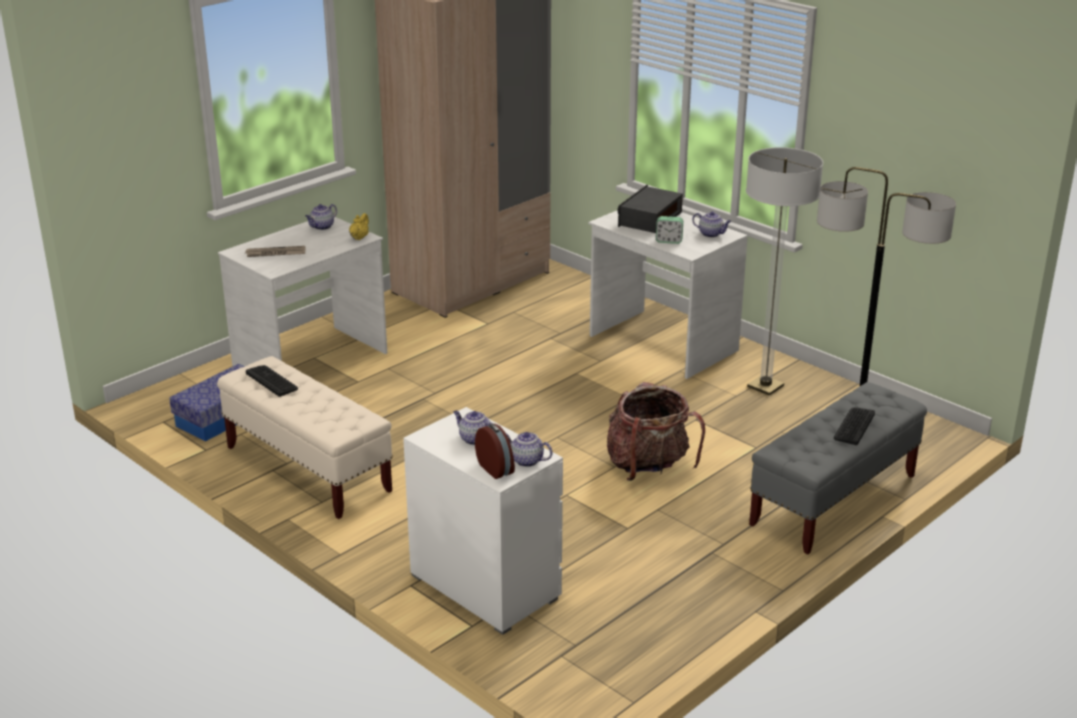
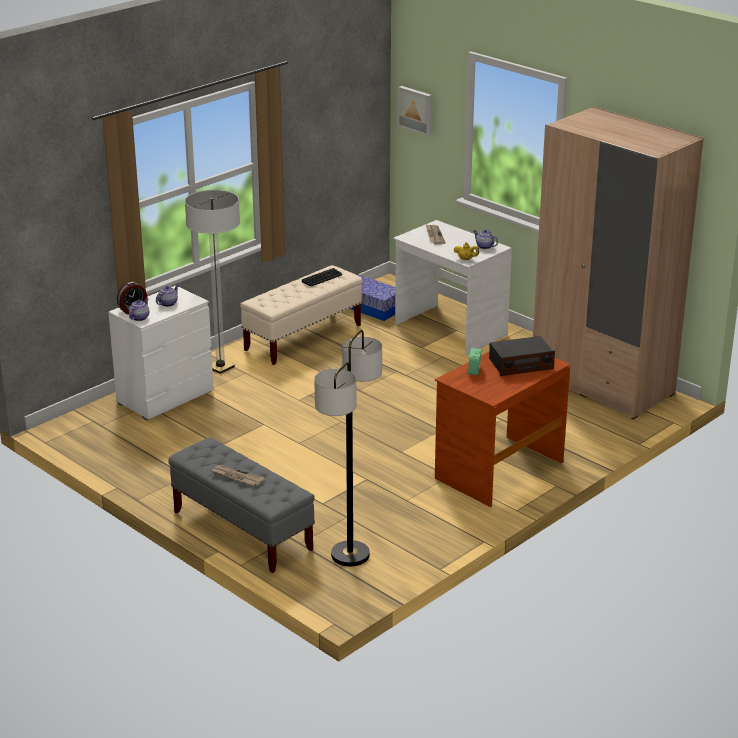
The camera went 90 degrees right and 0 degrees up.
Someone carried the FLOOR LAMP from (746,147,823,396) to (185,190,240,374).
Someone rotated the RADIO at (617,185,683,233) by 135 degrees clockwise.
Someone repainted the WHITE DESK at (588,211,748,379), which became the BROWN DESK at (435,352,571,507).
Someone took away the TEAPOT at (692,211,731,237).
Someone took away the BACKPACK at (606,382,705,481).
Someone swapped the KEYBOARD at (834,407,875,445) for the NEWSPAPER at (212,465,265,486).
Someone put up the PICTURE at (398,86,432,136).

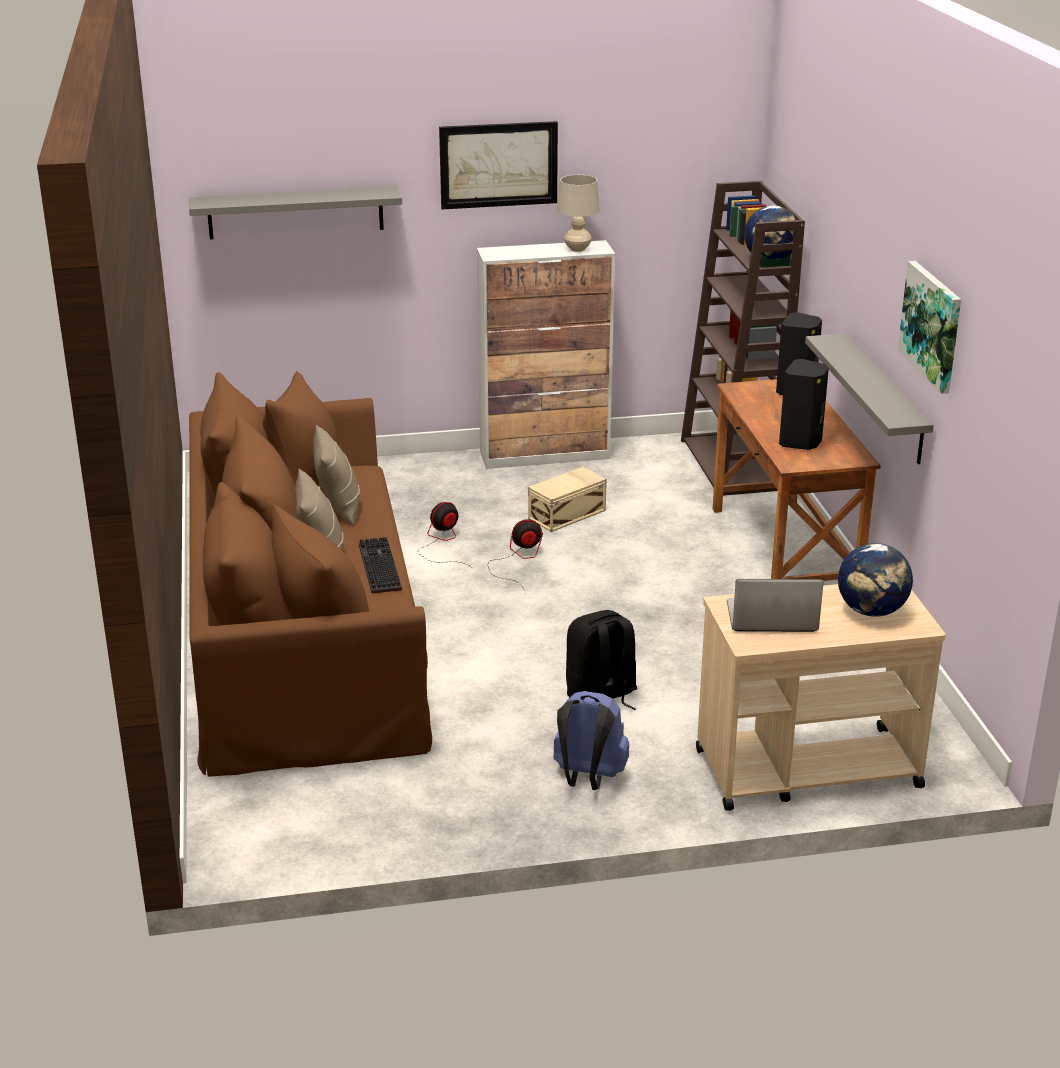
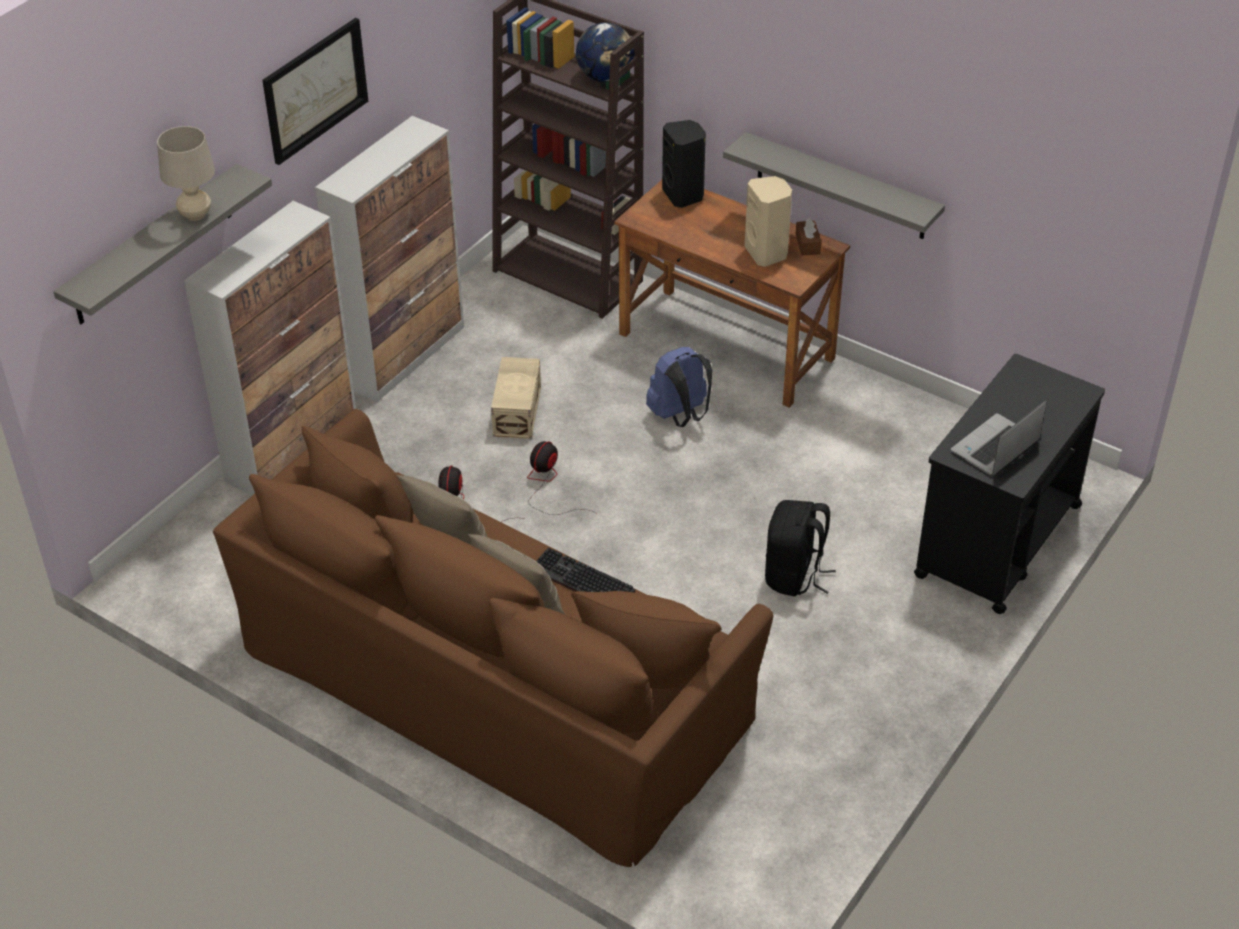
The camera went 45 degrees left and 15 degrees up.
Someone carried the BEIGE TABLE LAMP from (557,175,600,252) to (157,126,215,221).
Someone took away the PICTURE at (898,261,961,394).
Someone repainted the BLACK SPEAKER at (779,359,829,450), which became the BEIGE SPEAKER at (745,176,792,267).
Someone took away the GLOBE at (838,543,913,617).
Someone repainted the BEIGE CART at (696,584,946,811), which became the BLACK CART at (914,354,1105,614).
Someone carried the BLUE BACKPACK from (554,691,629,790) to (646,347,712,427).
Someone put down the CABINET at (184,201,356,496).
Someone put down the BROWN TISSUE BOX at (796,218,821,256).

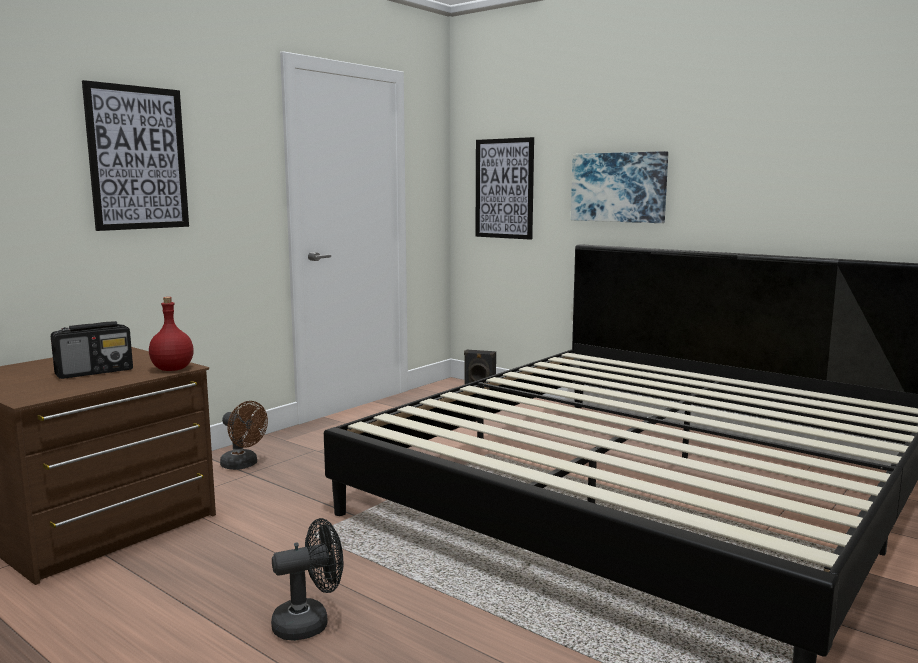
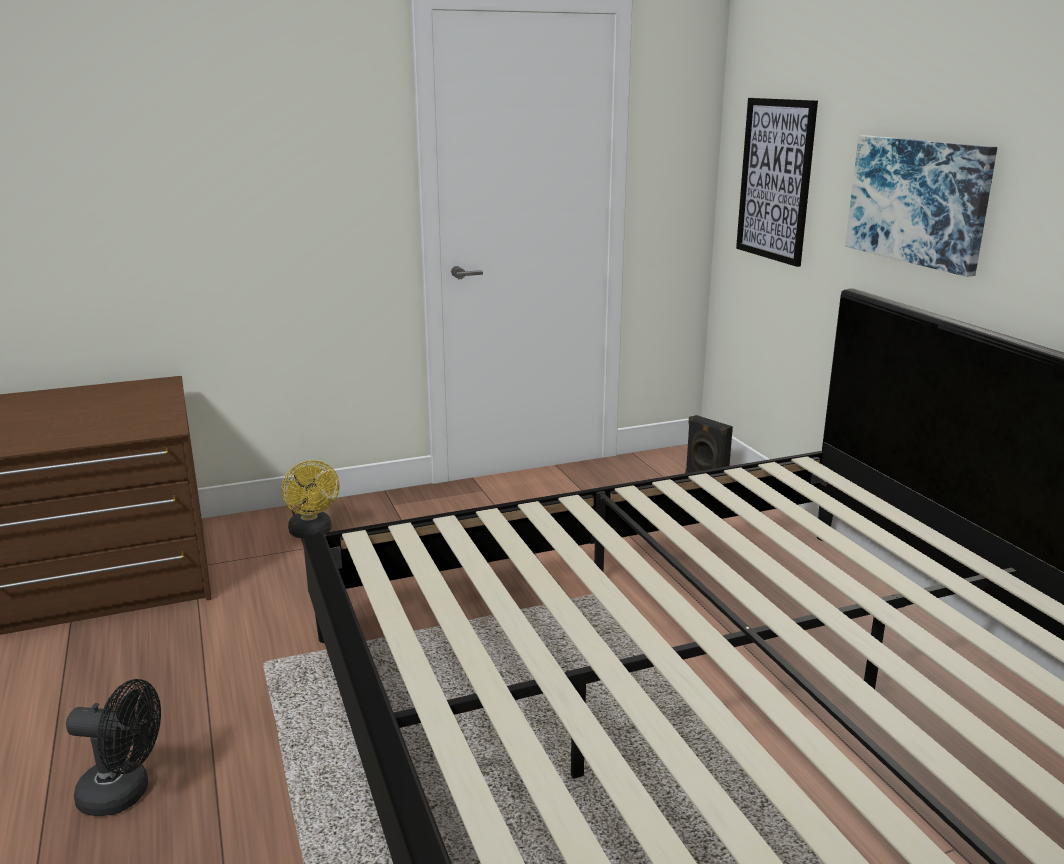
The camera went 30 degrees right and 10 degrees up.
Someone took away the PICTURE at (82,80,189,231).
Someone took away the RED BOTTLE at (149,297,194,371).
Someone took away the RADIO at (51,321,133,379).
Someone repainted the BROWN FAN at (220,401,268,470), which became the YELLOW FAN at (282,460,340,538).

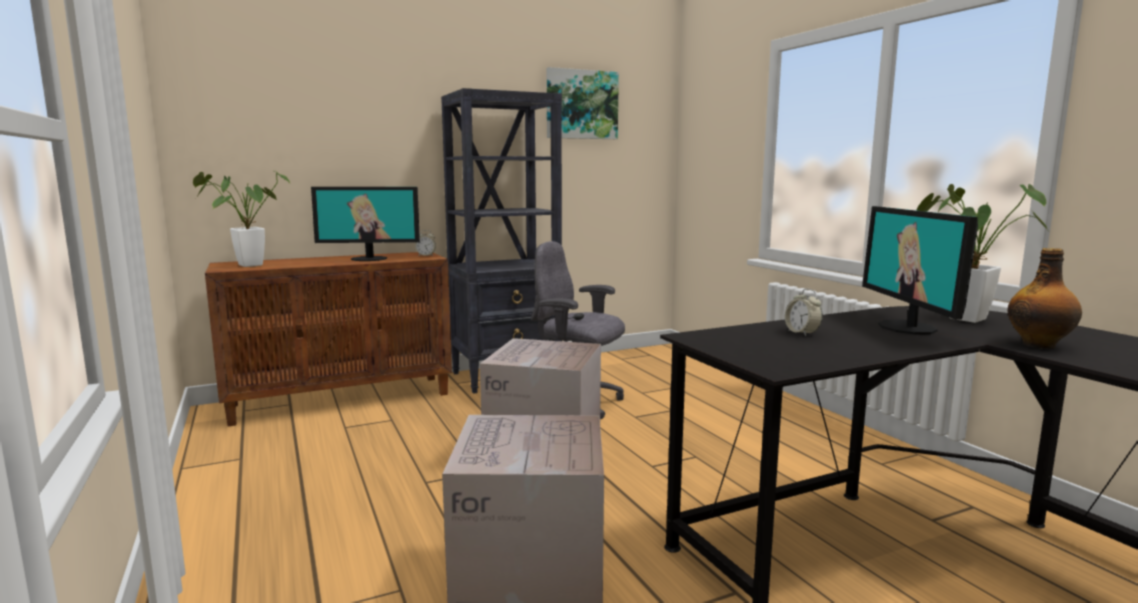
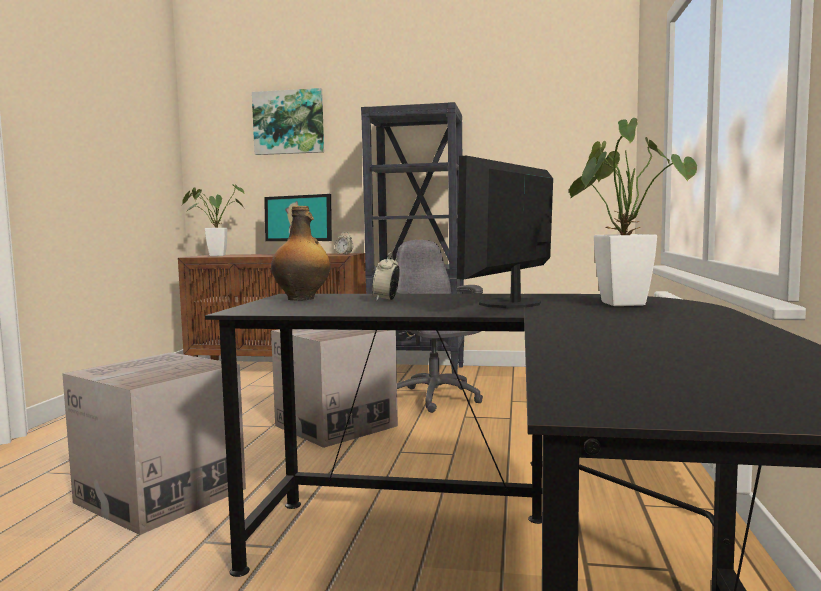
The camera went 35 degrees right and 5 degrees down.
Someone carried the PICTURE from (547,67,619,139) to (252,88,324,155).
Someone carried the BOTTLE from (1007,248,1082,349) to (271,206,331,301).

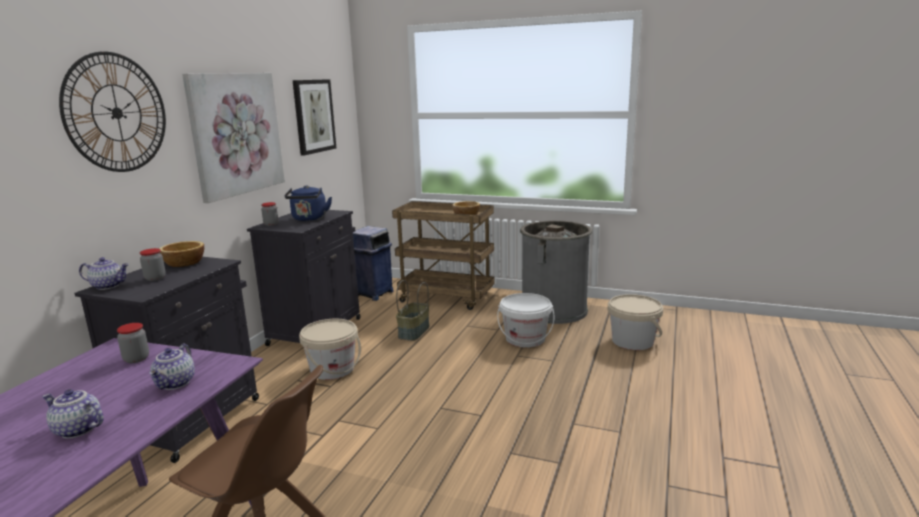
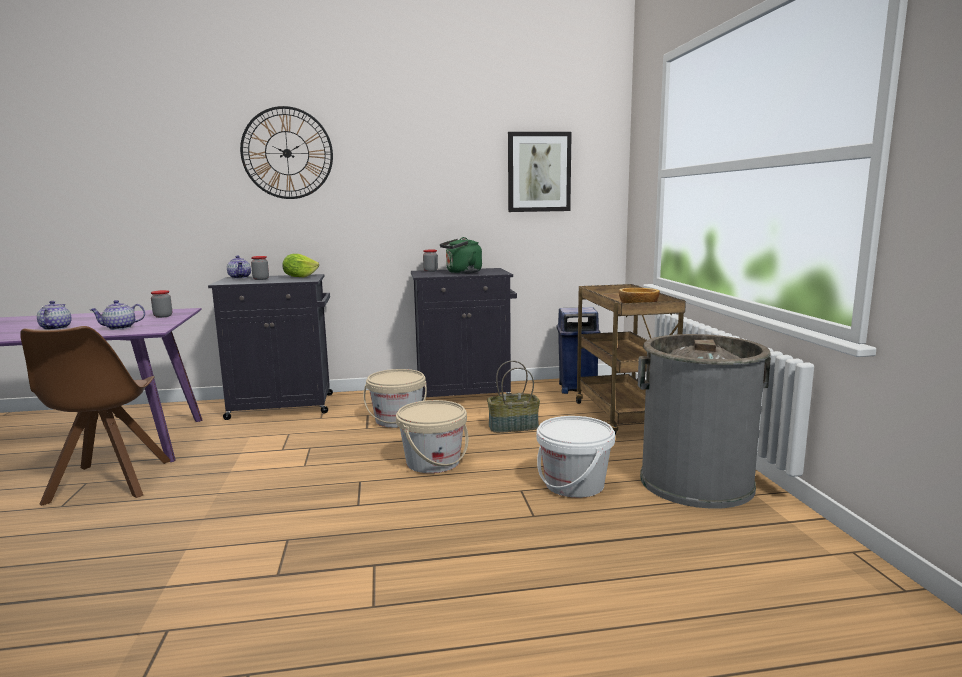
The camera went 60 degrees right and 5 degrees down.
Someone took away the PICTURE at (182,73,285,203).
Someone repainted the BLUE KETTLE at (284,185,332,221), which became the GREEN KETTLE at (440,237,482,274).
Someone swapped the BOWL at (159,241,204,267) for the LETTUCE at (282,254,319,277).
Someone carried the BEIGE BUCKET from (608,294,663,350) to (396,400,468,473).

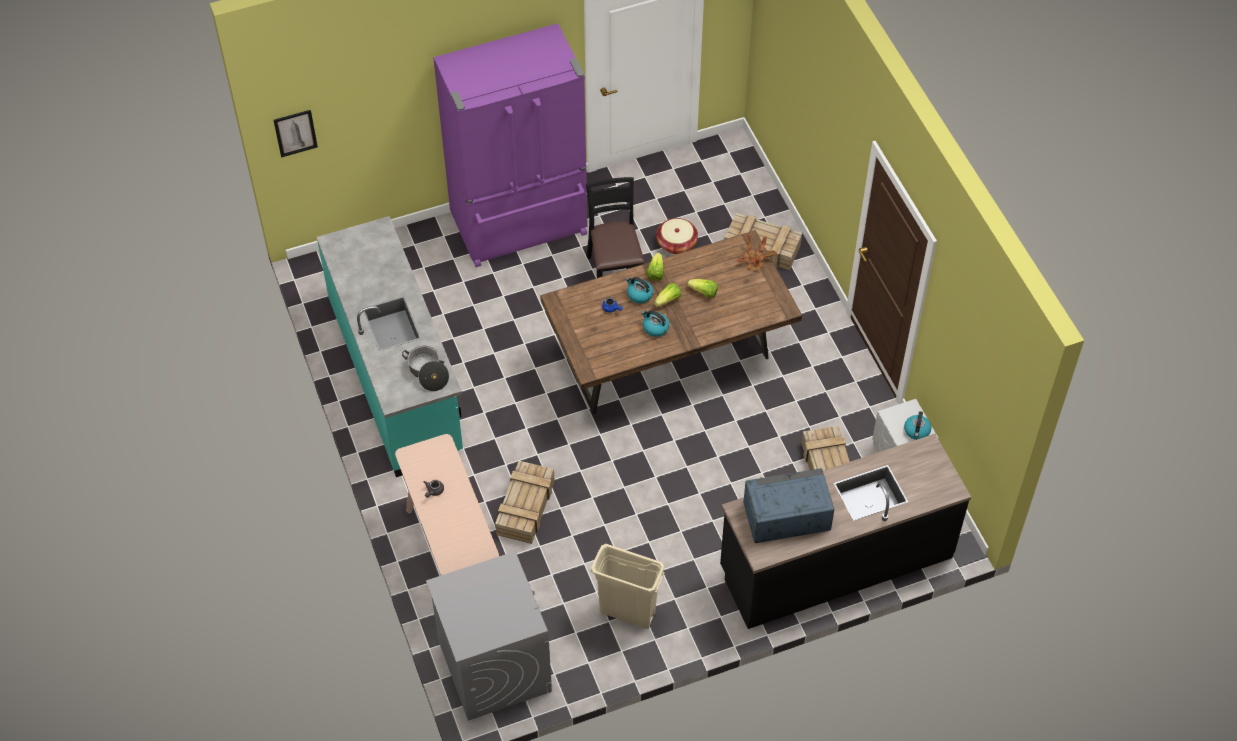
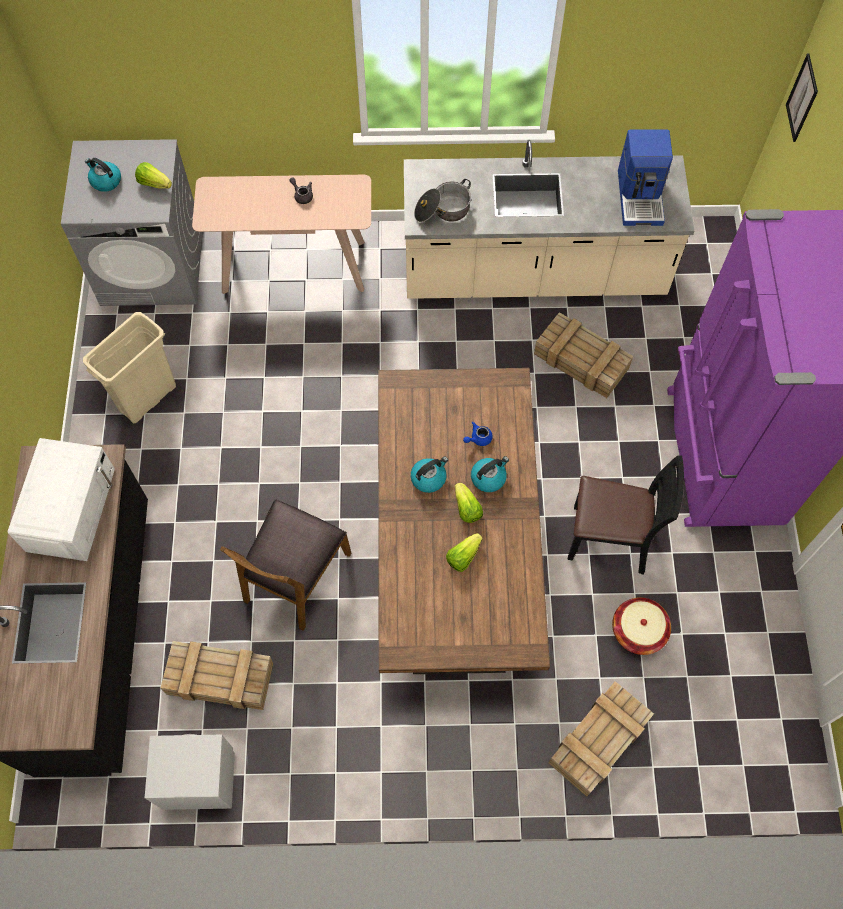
The camera went 110 degrees right and 10 degrees up.
Someone repainted the TURQUOISE COUNTER at (317,216,463,477), which became the BEIGE COUNTER at (404,140,694,299).
Someone took away the POTTED PLANT at (737,234,777,271).
Someone carried the LETTUCE from (647,253,664,281) to (135,162,172,189).
Someone carried the KETTLE from (904,411,931,440) to (85,158,121,192).
Someone carried the CRATE from (495,461,555,544) to (534,312,633,398).
Someone repainted the BLUE MICROWAVE at (743,468,834,543), which became the WHITE MICROWAVE at (7,438,115,561).
Someone put down the COFFEE MACHINE at (618,130,673,226).
Someone put down the BROWN CHAIR at (220,499,351,631).

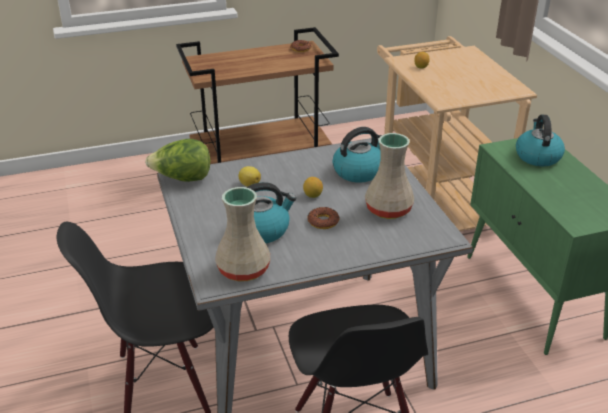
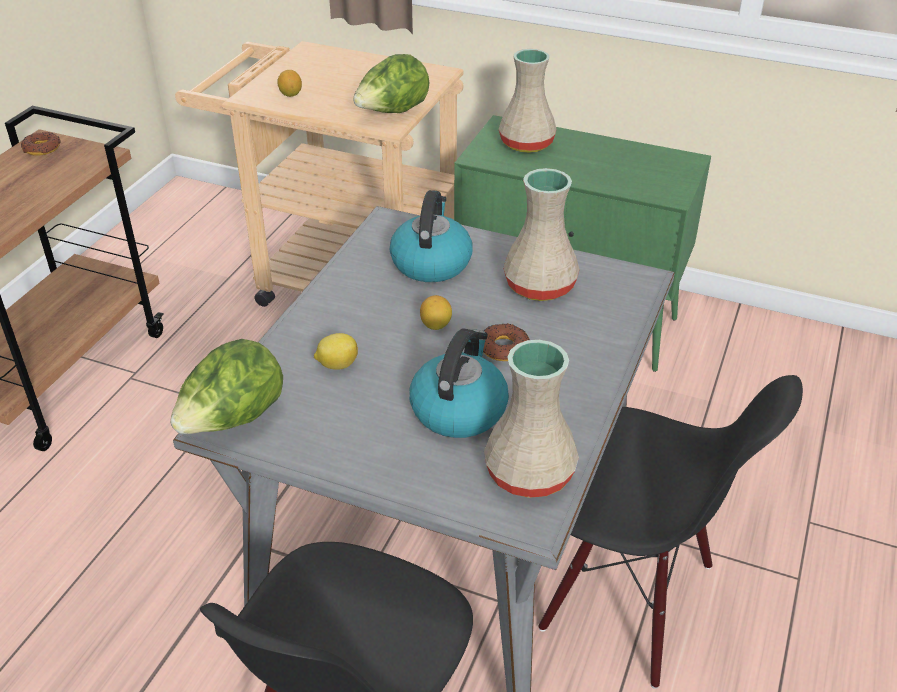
The camera went 50 degrees left and 5 degrees up.
Someone swapped the KETTLE at (516,115,565,166) for the BEIGE VASE at (499,49,556,153).
Someone put down the LETTUCE at (353,54,430,113).

